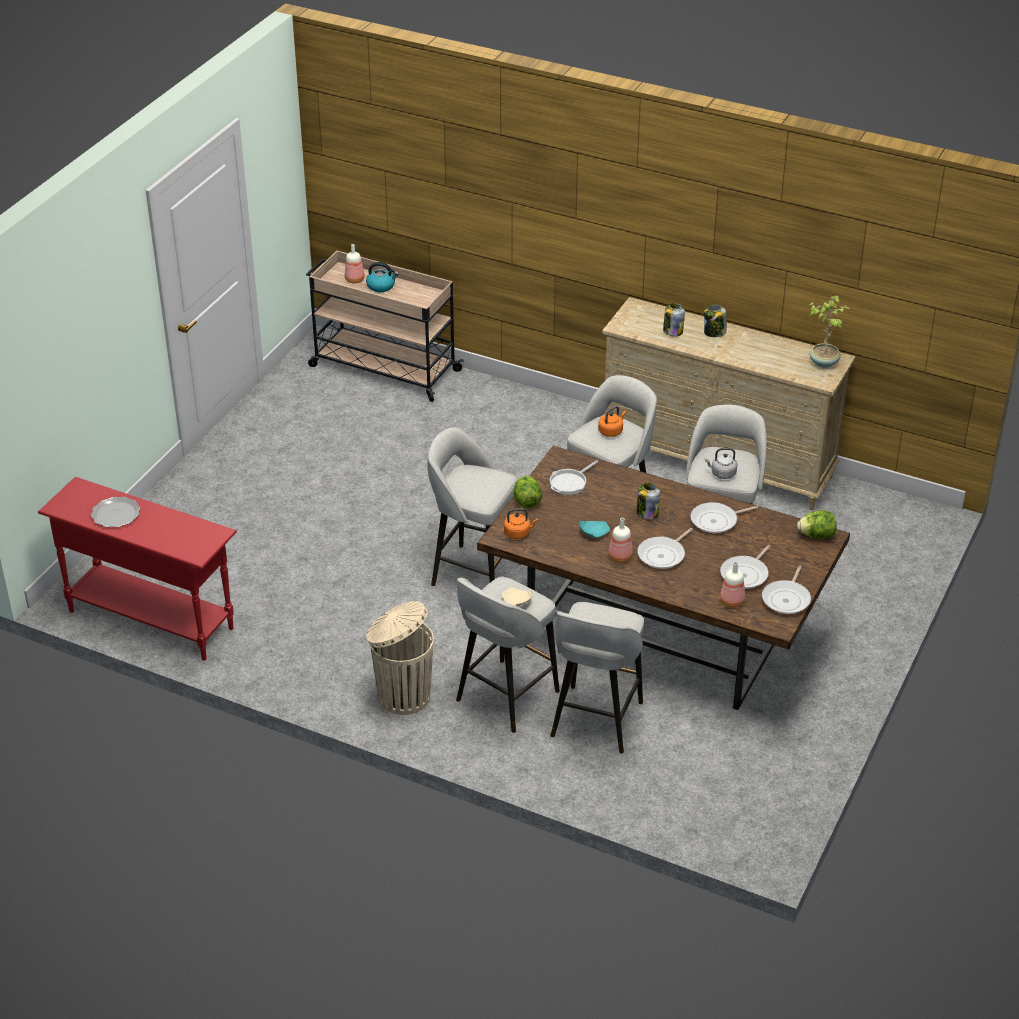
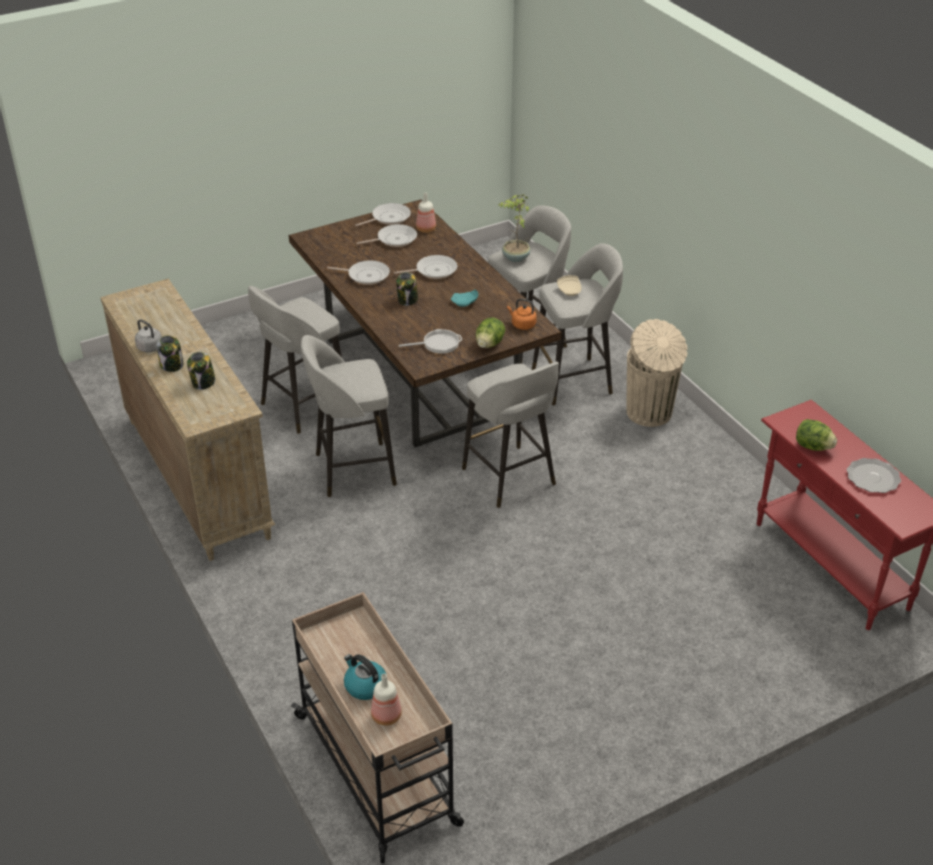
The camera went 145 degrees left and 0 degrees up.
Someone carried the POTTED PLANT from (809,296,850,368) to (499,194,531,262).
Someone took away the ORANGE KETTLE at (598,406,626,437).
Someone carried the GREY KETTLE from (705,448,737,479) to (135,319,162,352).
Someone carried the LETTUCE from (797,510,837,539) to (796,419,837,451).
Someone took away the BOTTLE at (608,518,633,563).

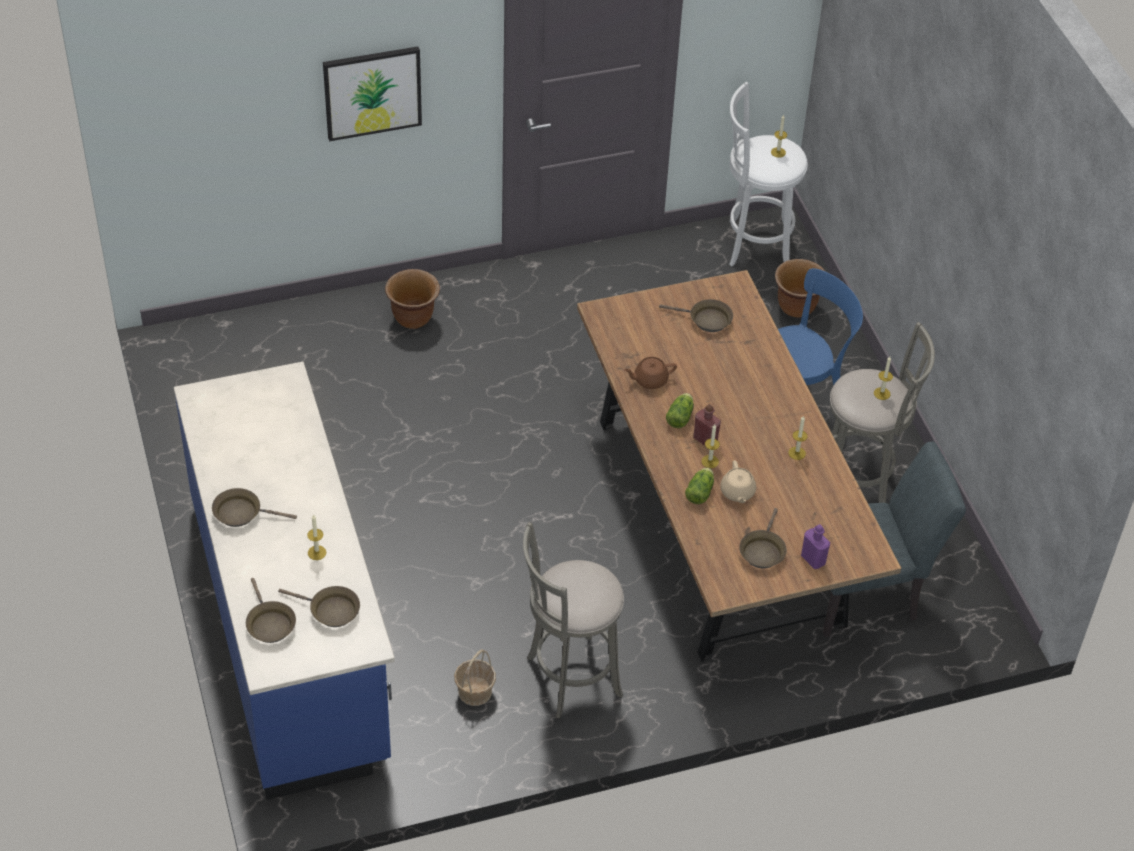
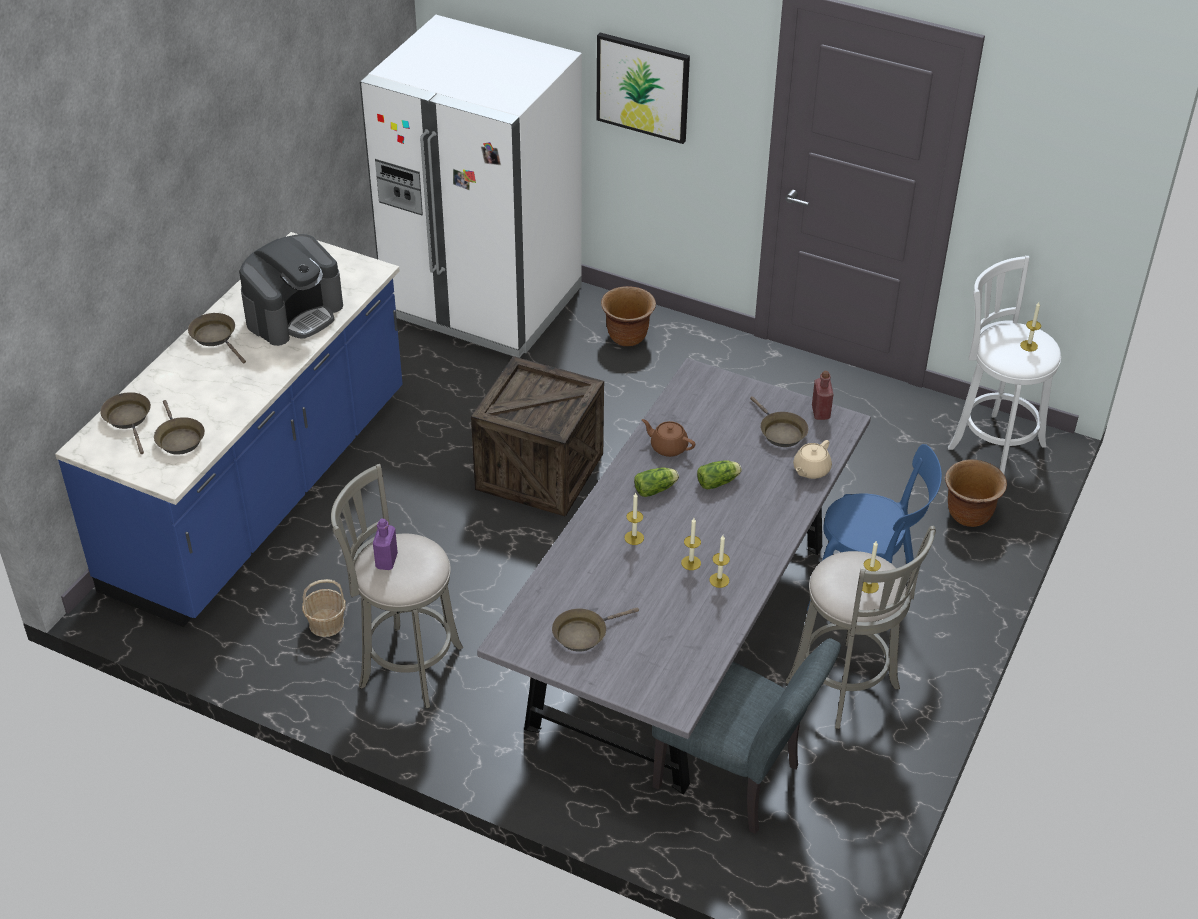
The camera went 45 degrees right and 5 degrees down.
Someone repainted the BROWN DINING TABLE at (577,270,901,662), which became the GREY DINING TABLE at (477,358,871,794).
Someone carried the RED BOTTLE from (693,404,721,446) to (812,371,834,420).
Someone carried the BEIGE TEAPOT from (720,460,756,503) to (793,440,832,479).
Someone carried the LETTUCE from (685,468,714,504) to (697,460,742,489).
Someone carried the CANDLE from (307,514,326,560) to (681,518,701,570).
Someone carried the PURPLE BOTTLE from (801,524,830,569) to (373,519,398,570).
Someone rotated the BROWN FRYING PAN at (246,578,296,643) by 135 degrees clockwise.
Someone put down the WHITE FRIDGE at (360,15,582,358).
Someone put down the COFFEE MACHINE at (239,234,343,346).
Someone put down the CRATE at (471,356,604,517).

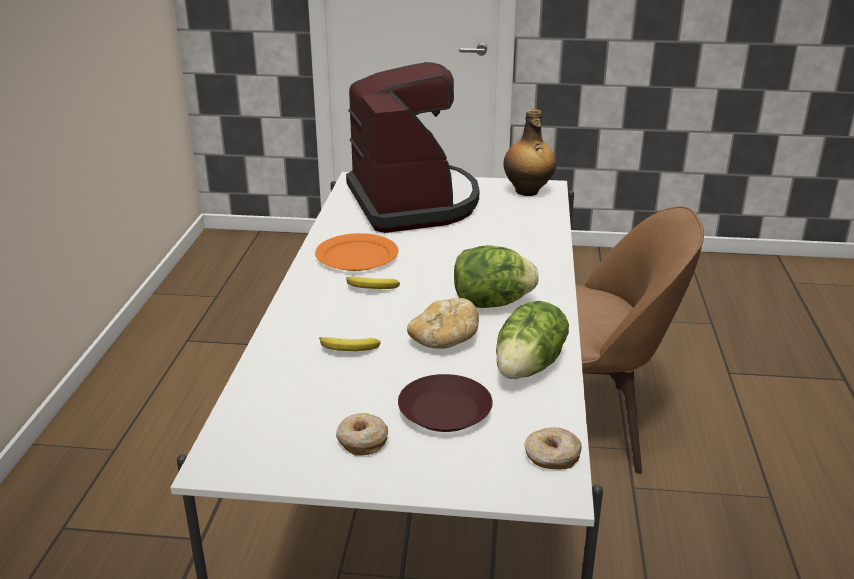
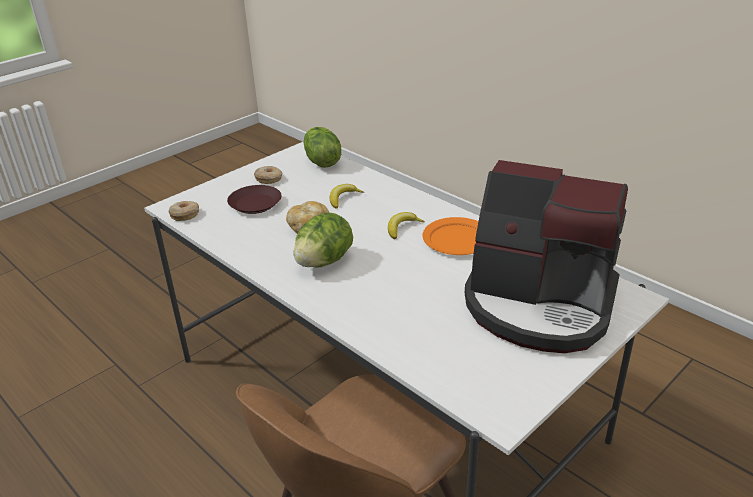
The camera went 130 degrees right and 5 degrees up.
Someone took away the BOTTLE at (503,109,556,196).
Someone carried the LETTUCE from (496,301,569,379) to (303,127,341,168).

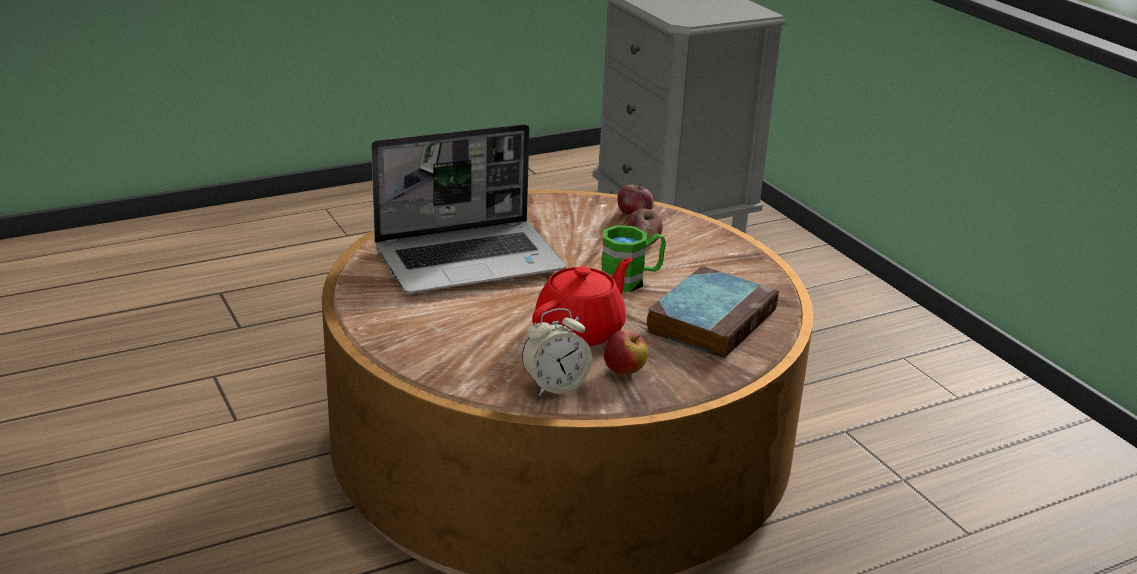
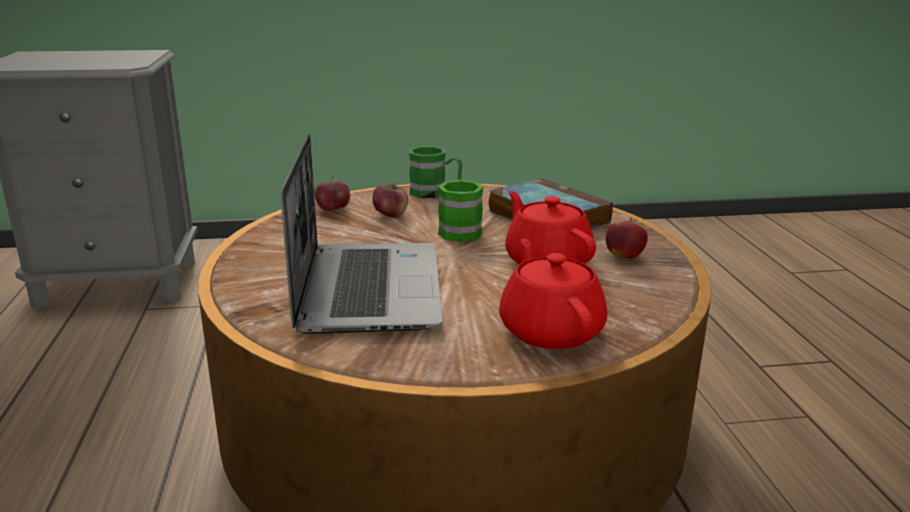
The camera went 70 degrees left and 5 degrees down.
Someone took away the ALARM CLOCK at (522,308,592,396).
Someone put down the GREEN MUG at (409,146,462,198).
Someone put down the RED TEAPOT at (499,238,607,349).

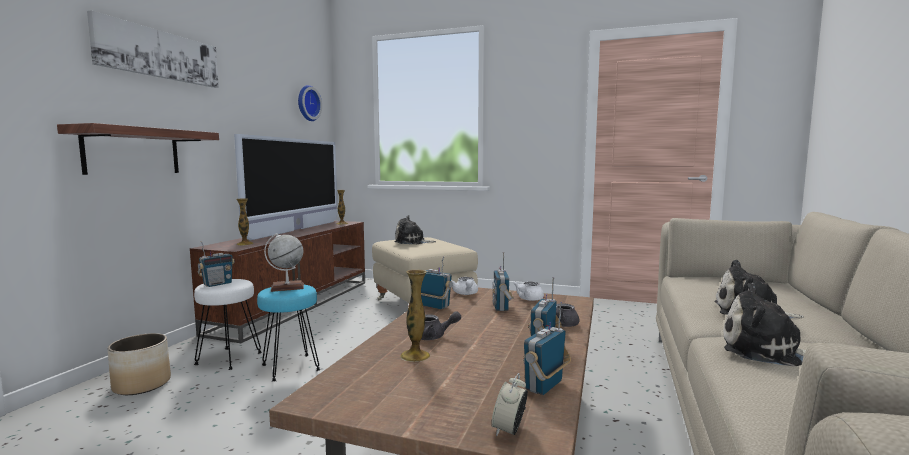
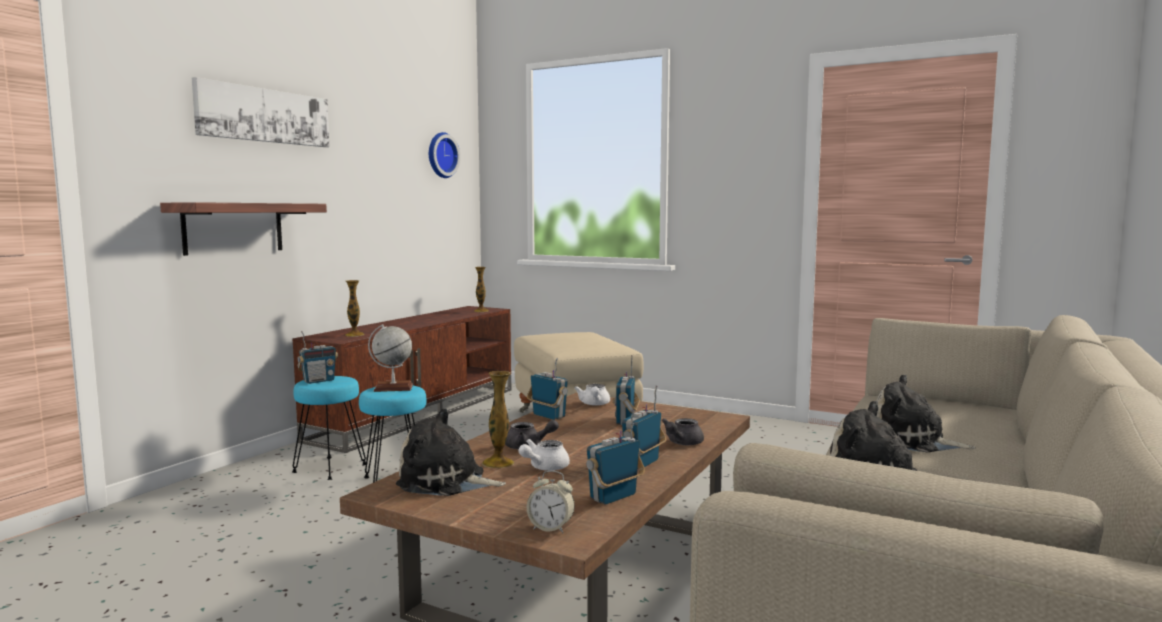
The camera went 10 degrees right and 0 degrees up.
Someone took away the TELEVISION at (234,134,338,240).
Someone carried the PLUSH TOY from (395,215,436,244) to (396,408,506,496).
Someone repainted the WHITE STOOL at (194,279,262,370), which became the TURQUOISE STOOL at (292,376,366,480).
Someone carried the WHITE TEAPOT from (513,282,544,301) to (518,439,570,471).
Someone took away the PLANTER at (107,333,171,395).
Someone rotated the ALARM CLOCK at (491,373,528,436) by 105 degrees counterclockwise.

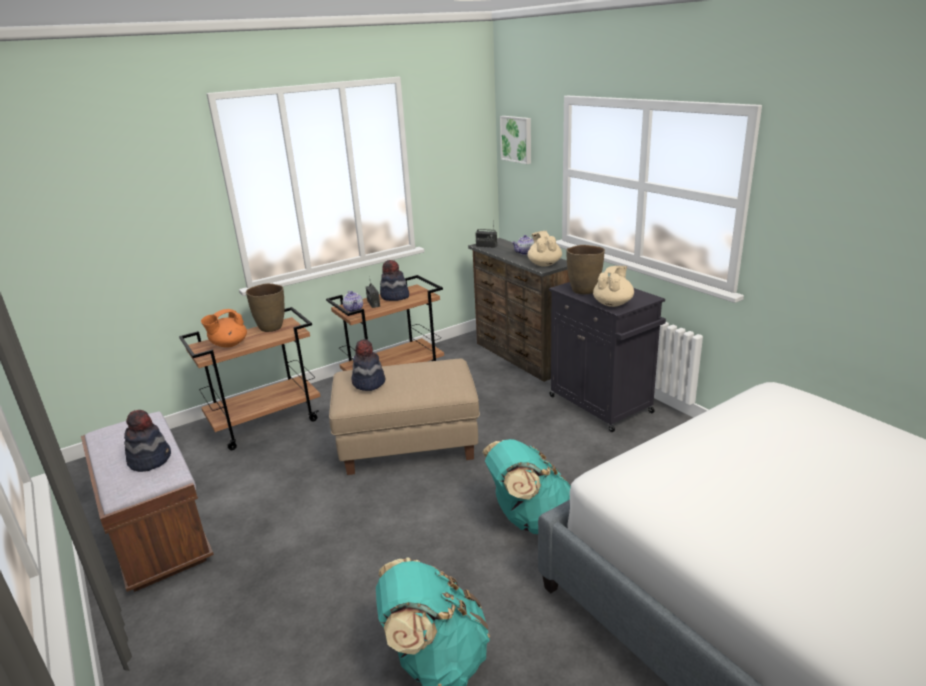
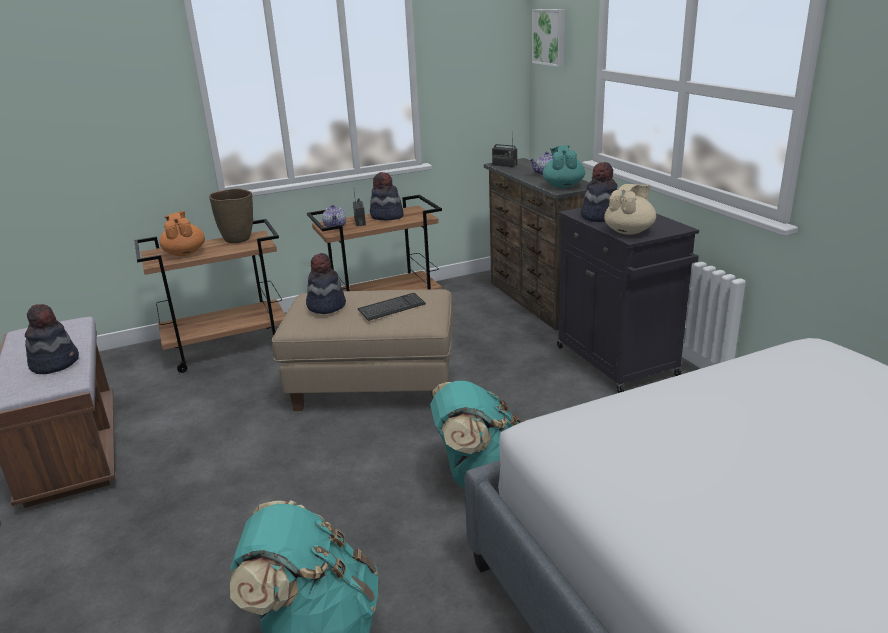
The camera went 10 degrees right and 0 degrees up.
Someone repainted the BEIGE TEAPOT at (527,231,562,267), which became the TURQUOISE TEAPOT at (543,145,585,188).
Someone swapped the BROWN VASE at (566,245,605,294) for the HAT at (581,162,618,222).
Someone rotated the ORANGE TEAPOT at (201,309,247,348) by 105 degrees clockwise.
Someone put down the KEYBOARD at (358,293,426,321).

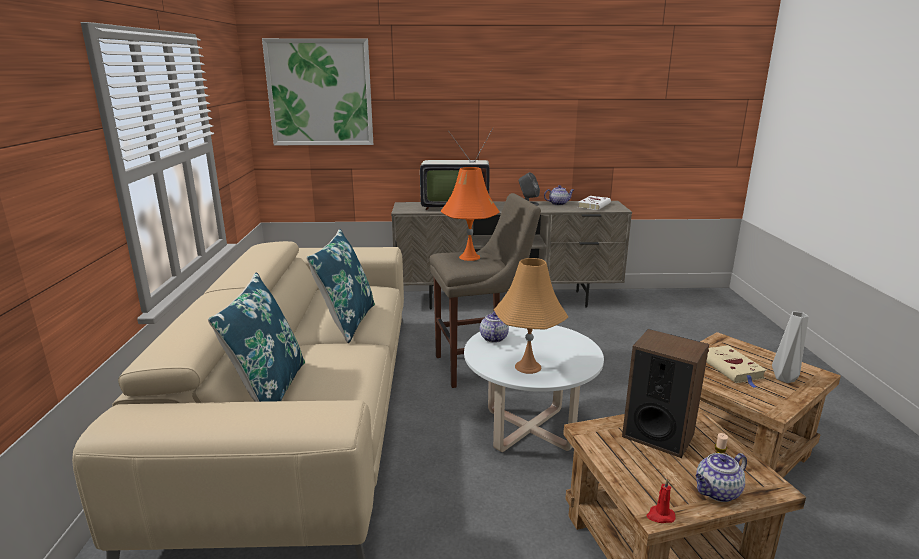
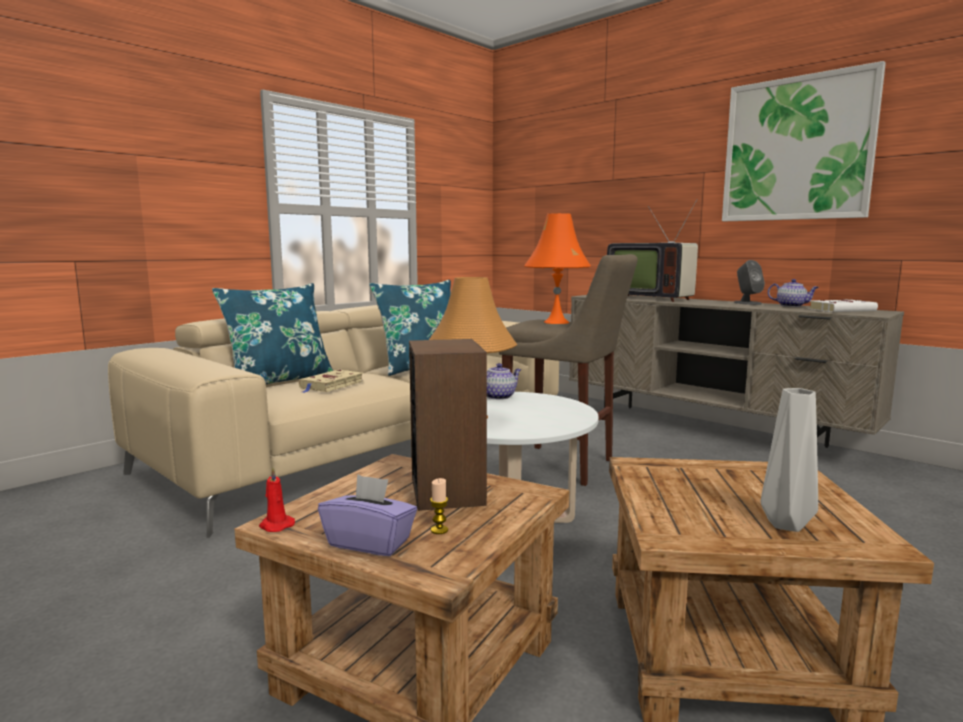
The camera went 45 degrees right and 10 degrees down.
Someone carried the PICTURE from (262,38,373,145) to (722,61,886,221).
Someone carried the BEIGE BOOK from (706,345,767,388) to (299,370,363,393).
Someone swapped the TEAPOT at (695,453,747,502) for the PURPLE TISSUE BOX at (318,474,417,556).

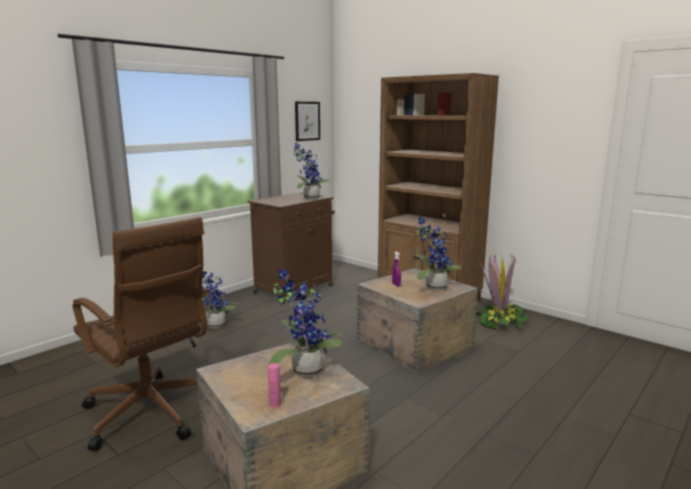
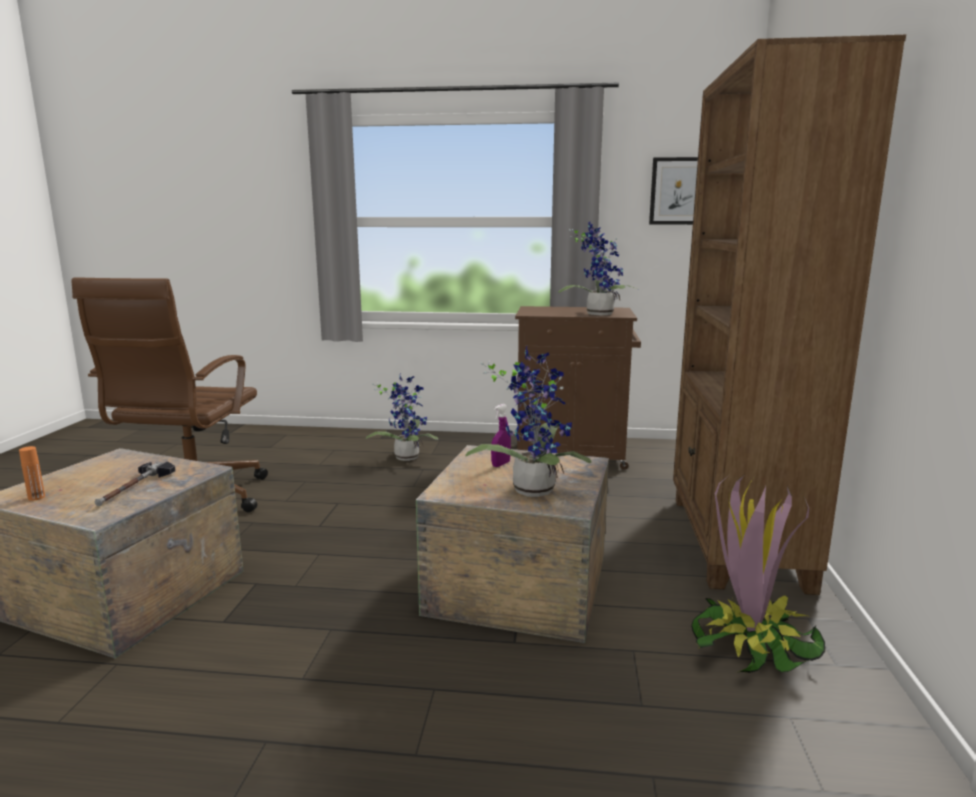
The camera went 55 degrees right and 0 degrees up.
Someone swapped the POTTED PLANT at (268,269,345,377) for the HAMMER at (95,461,176,506).
Someone repainted the PINK BOTTLE at (268,363,281,407), which became the ORANGE BOTTLE at (19,446,45,501).

